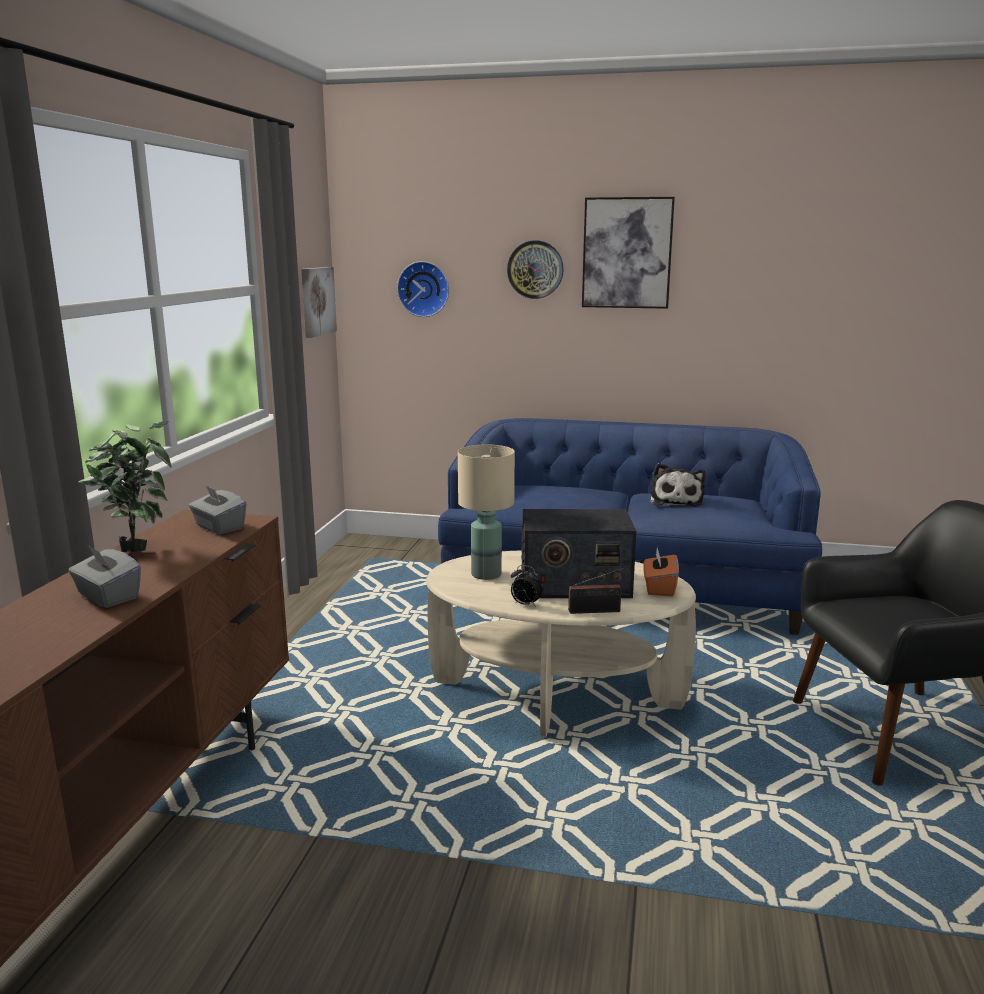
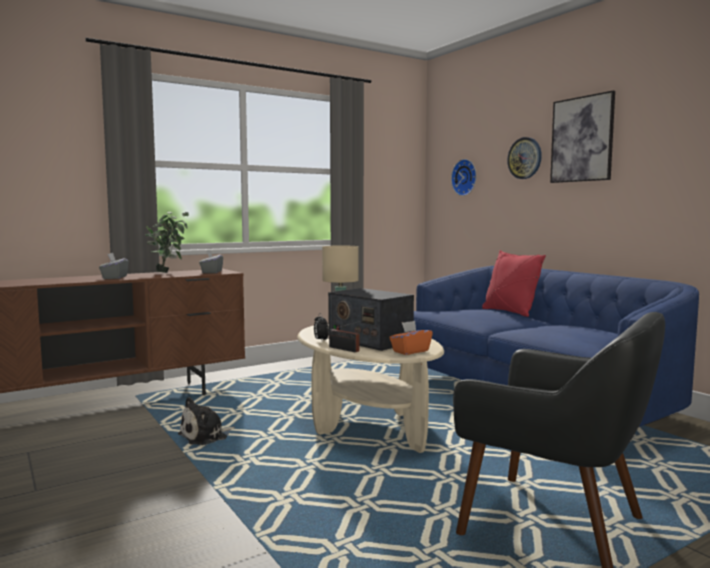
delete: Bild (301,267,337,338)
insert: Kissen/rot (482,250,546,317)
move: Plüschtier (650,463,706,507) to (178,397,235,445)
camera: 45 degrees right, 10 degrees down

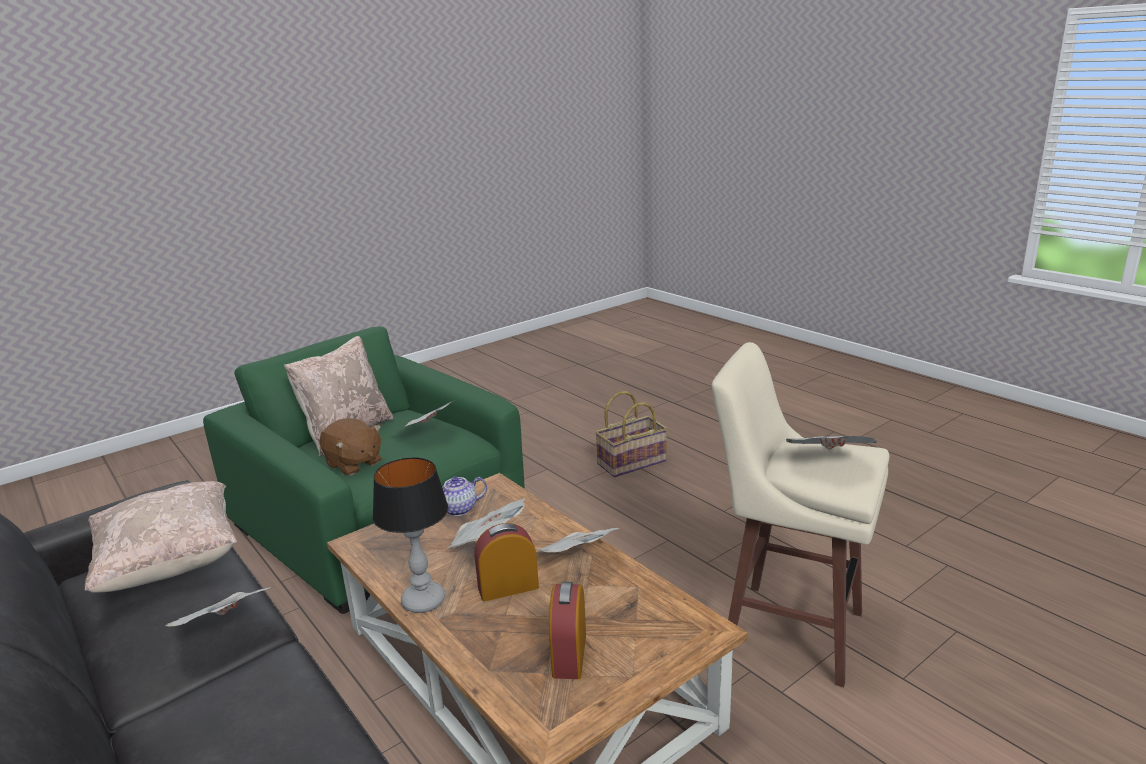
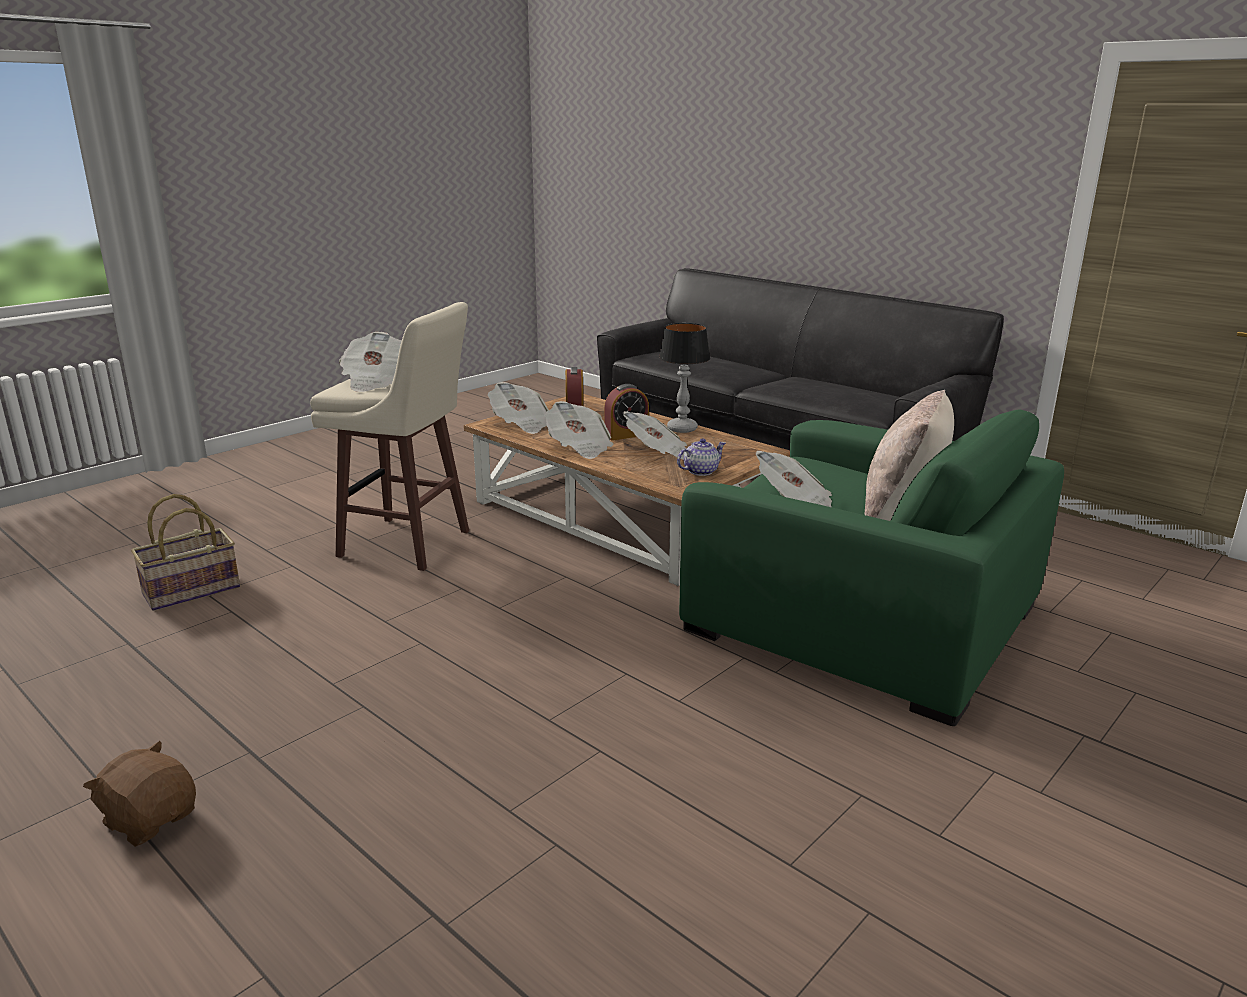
delete: Kissen/beige (85,481,237,593)
move: Zeitung (165,587,271,627) to (488,382,549,434); Plüschtier/braun (320,418,381,476) to (83,741,196,847); Korb (595,391,668,477) to (131,494,240,611)
camera: 170 degrees right, 0 degrees up

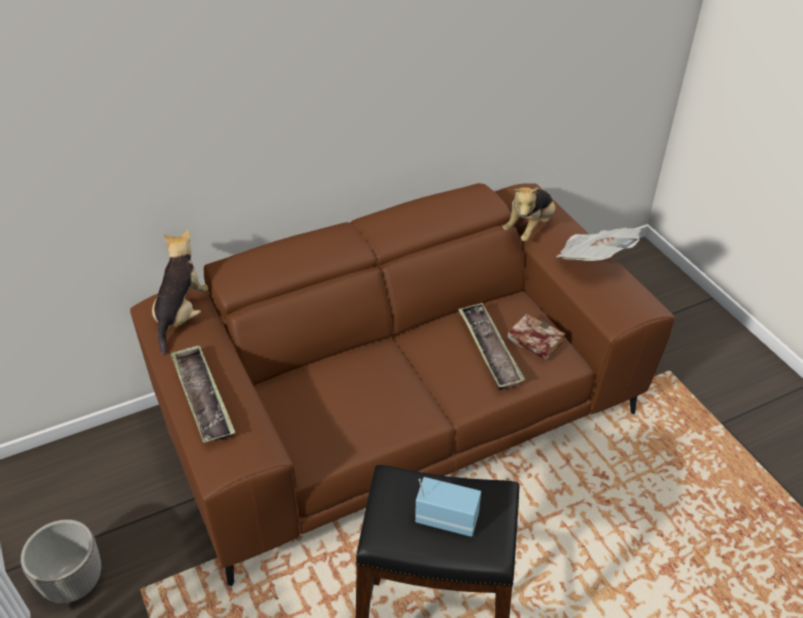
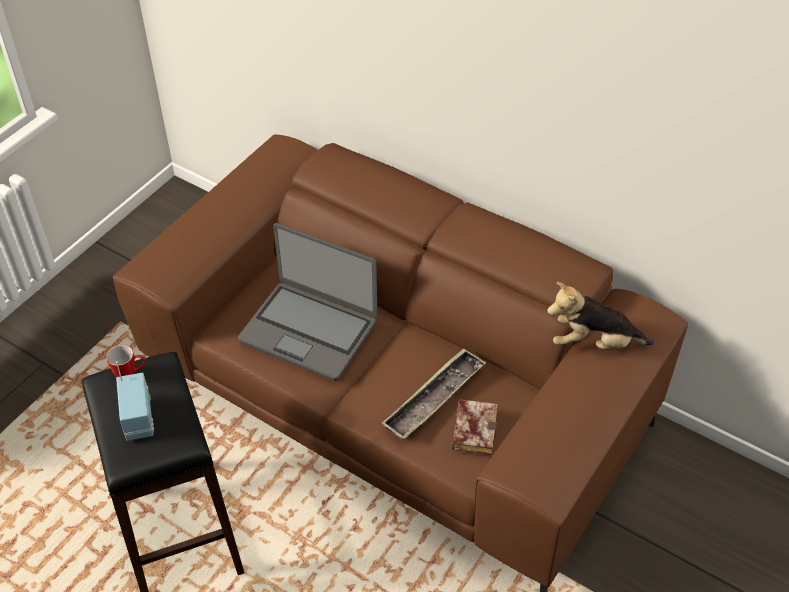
delete: Pflanzkübel (20,519,101,603); Plüschtier (152,229,208,355); Tablett (170,345,235,442); Zeitung (556,228,642,261)
insert: Henkelbecher (106,345,146,377); Laptop (238,223,377,381)
camera: 60 degrees right, 5 degrees up

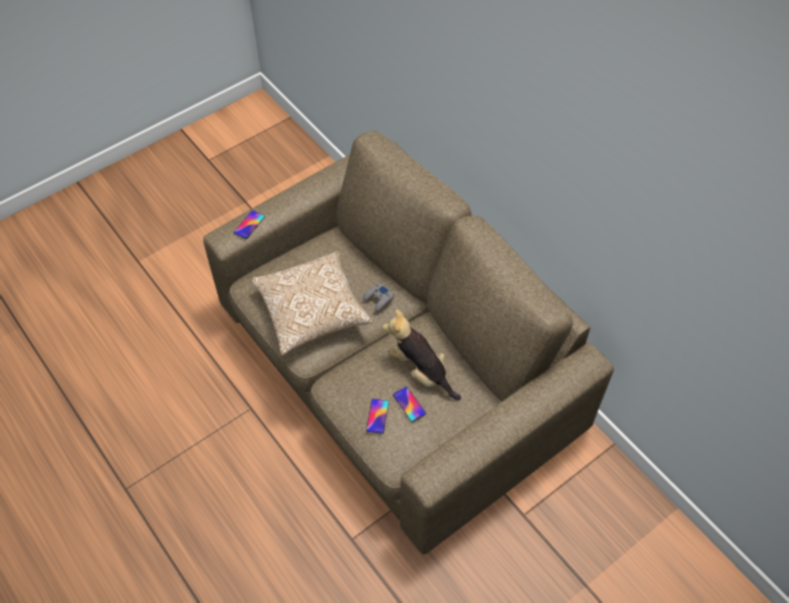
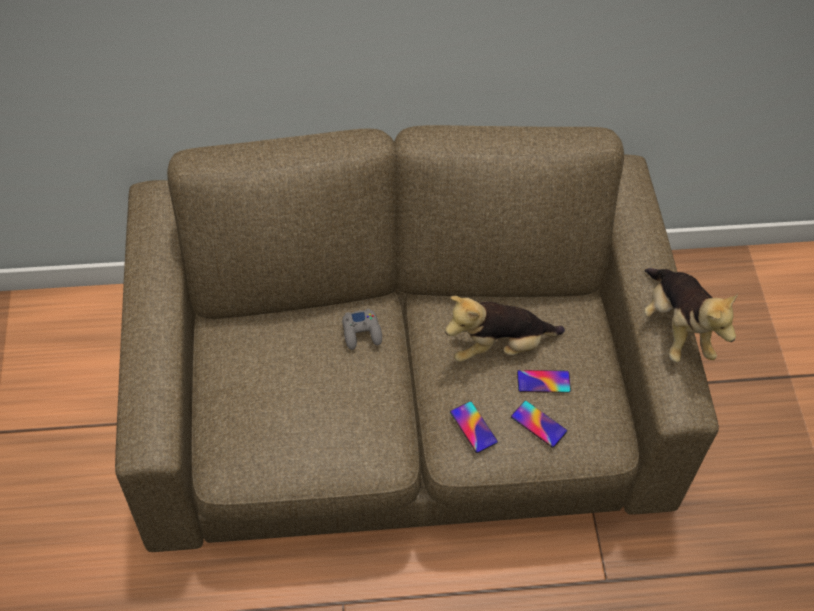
delete: Kissen (252,251,373,355)
insert: Plüschtier (644,268,738,362)
move: Handy (234,210,265,239) to (450,401,498,453)
camera: 60 degrees left, 0 degrees up

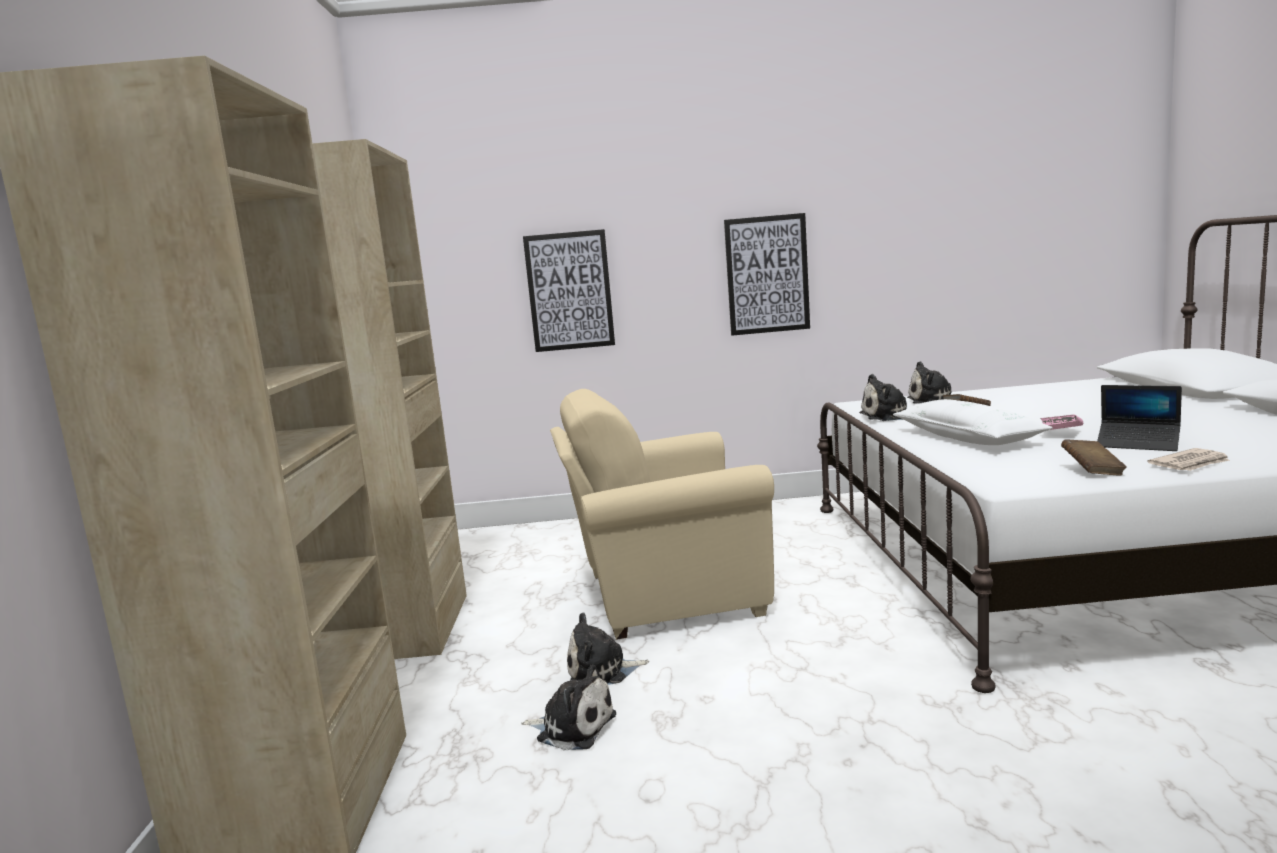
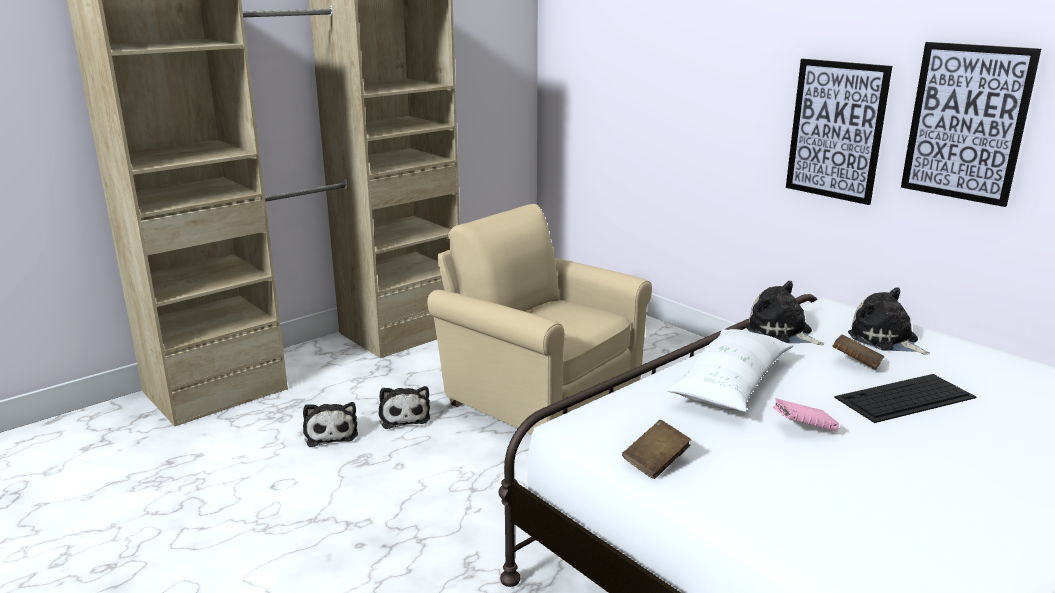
delete: Laptop (1097,385,1182,451); Zeitung (1147,448,1230,471)
insert: Tastatur (834,374,976,423)
move: Bild (523,229,615,352) to (901,42,1041,207)
rotate: Plüschtier (567,612,649,685) = (379,386,430,429) 150 degrees counterclockwise
camera: 50 degrees right, 10 degrees up

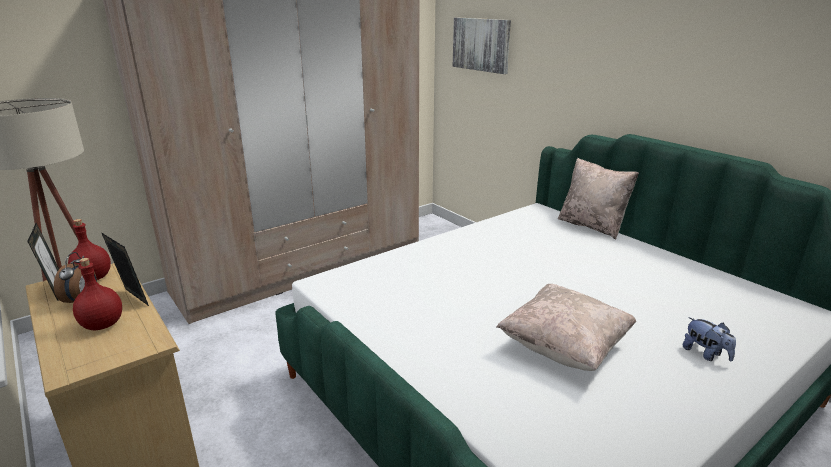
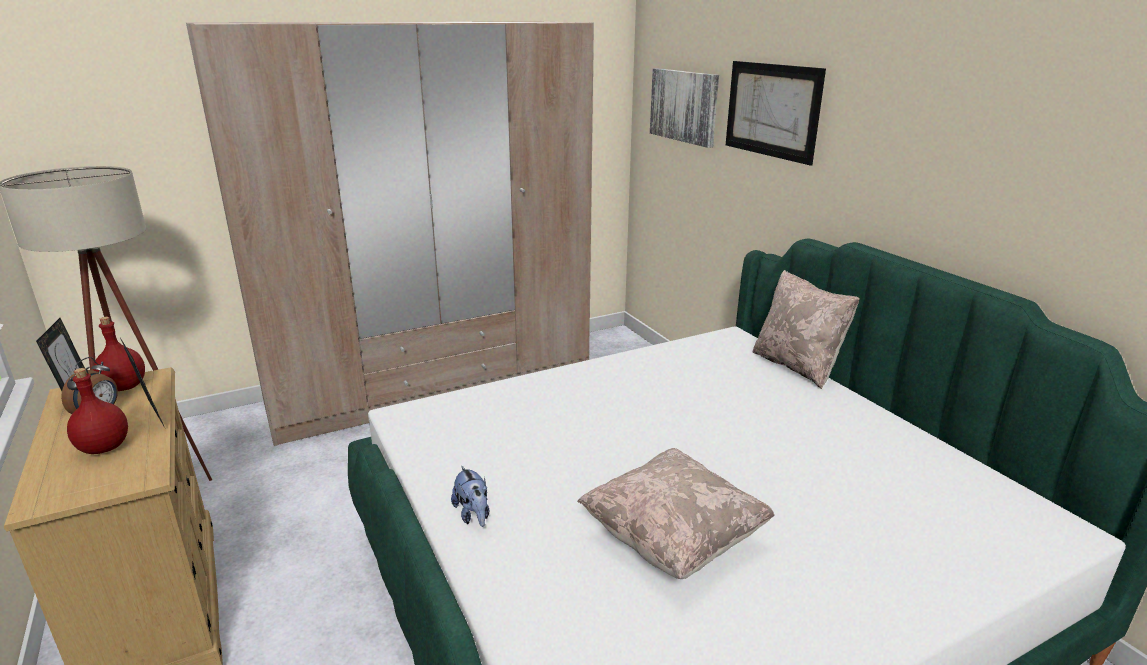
insert: Bild (726,61,826,166)
move: Plüschtier (682,317,736,361) to (451,466,489,527)
camera: 10 degrees right, 0 degrees up

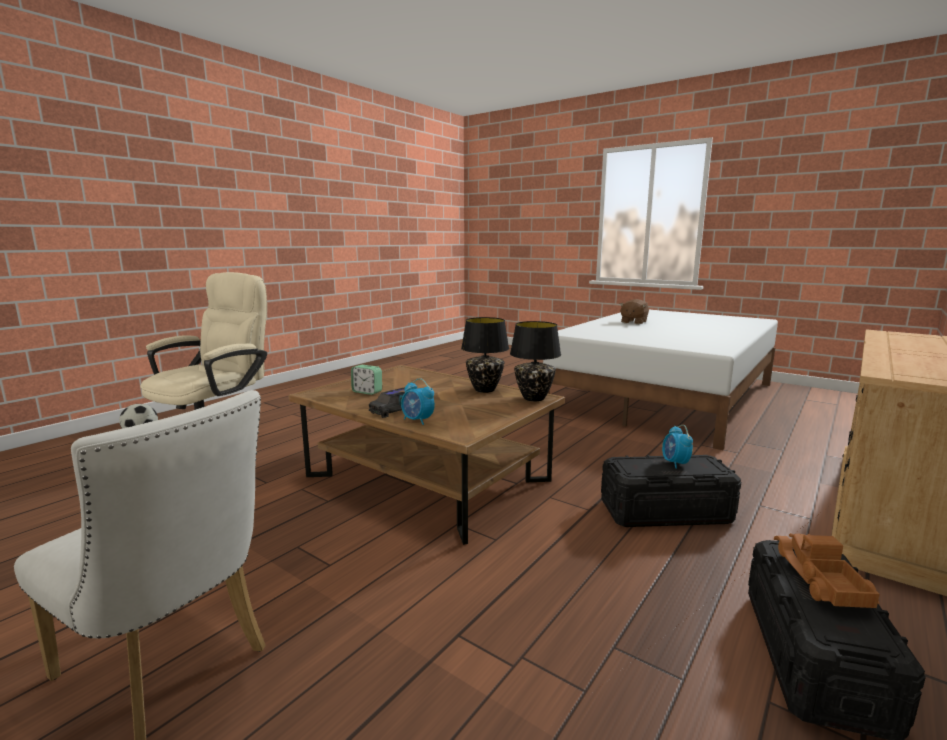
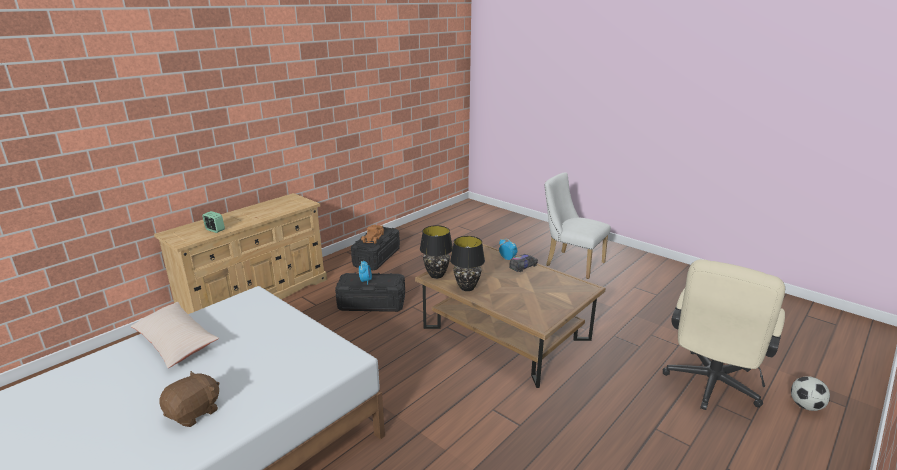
insert: Kissen/beige (131,302,219,368)
move: Wecker (351,365,382,395) to (202,211,225,233)
camera: 175 degrees left, 10 degrees up

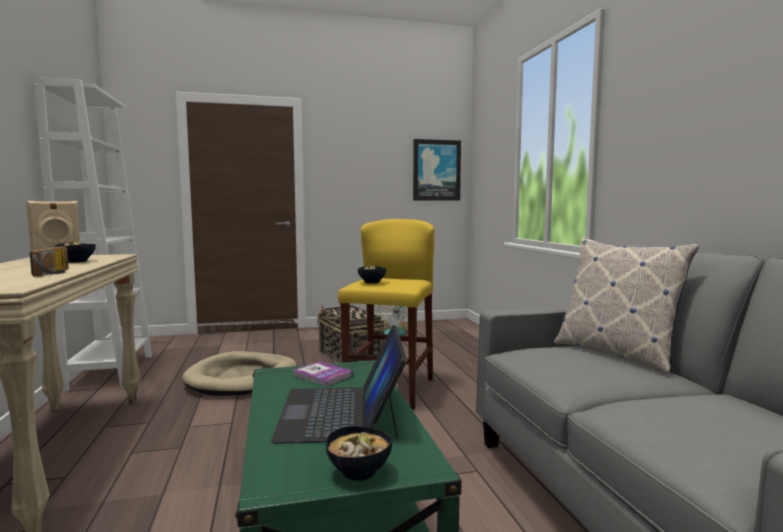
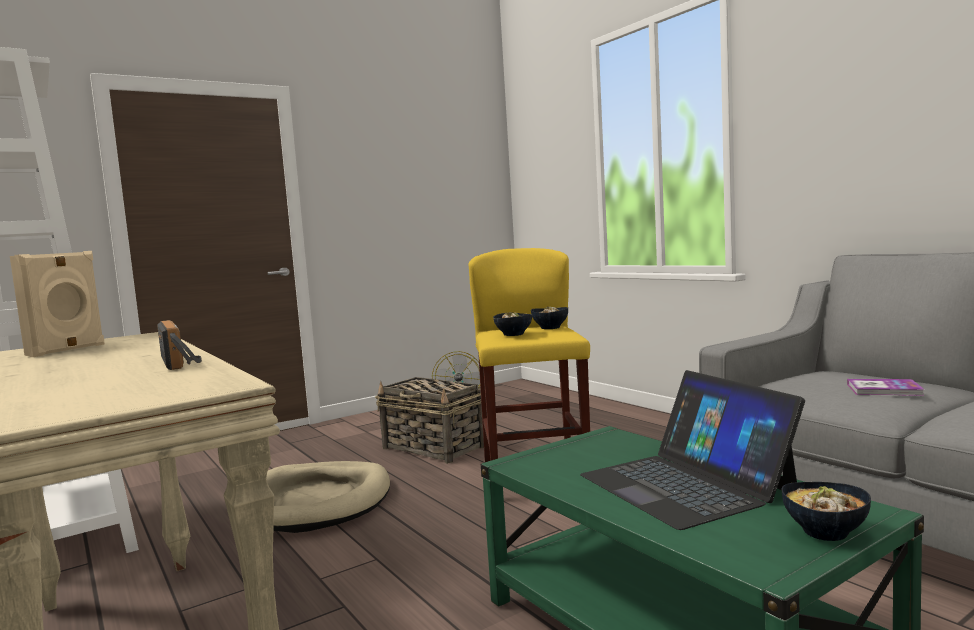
delete: Bild (413,139,461,201); Kissen (554,238,699,374)
move: Schüssel (54,242,96,263) to (531,306,568,329); Buch (293,361,353,386) to (847,379,925,396)
camera: 20 degrees left, 0 degrees up

